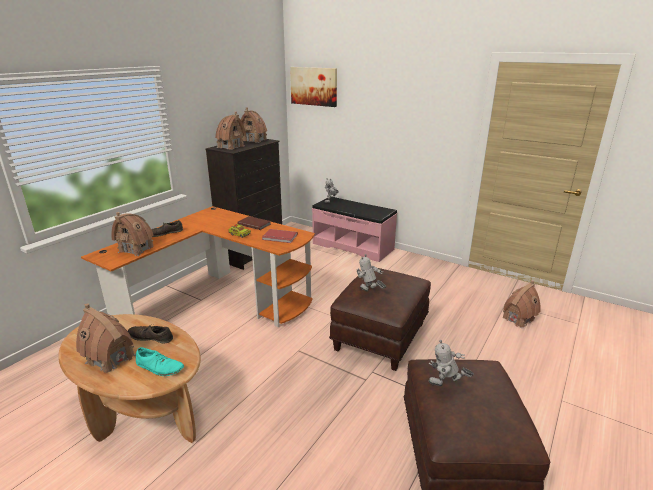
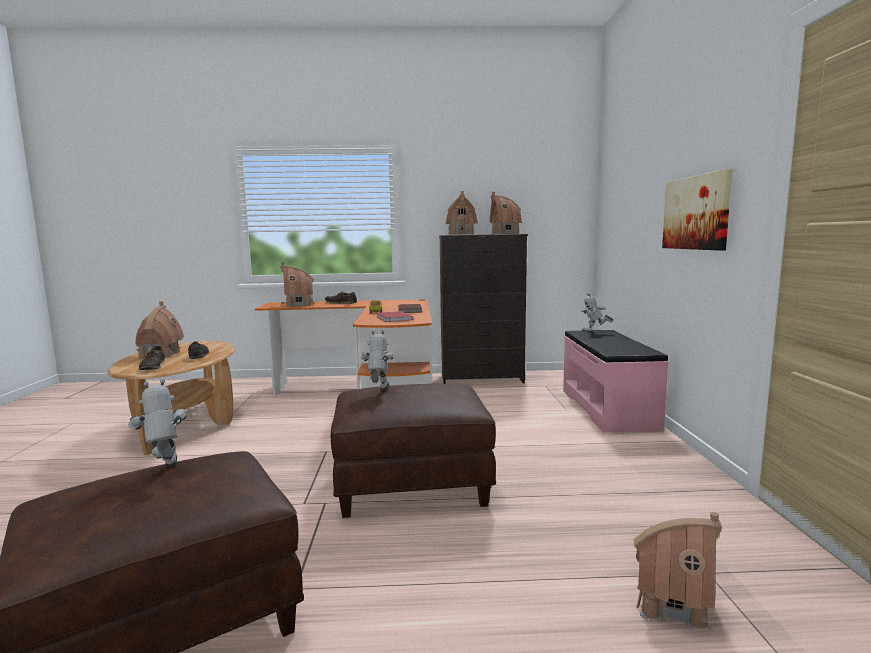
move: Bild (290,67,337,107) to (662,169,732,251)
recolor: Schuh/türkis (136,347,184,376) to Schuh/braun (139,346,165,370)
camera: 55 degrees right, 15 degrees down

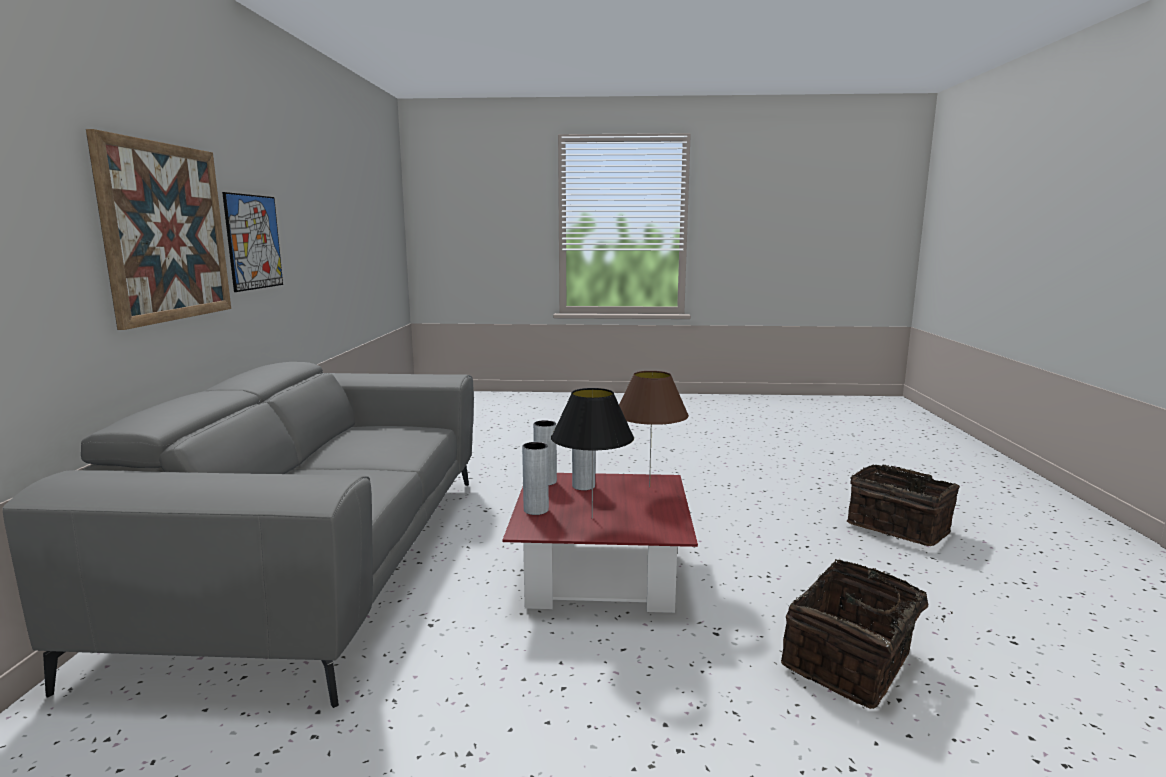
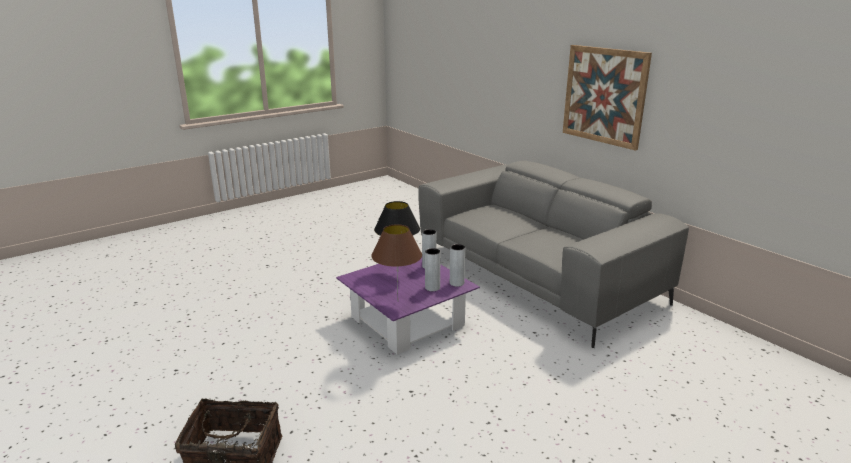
delete: Bild (222,192,283,292); Korb (781,559,953,709)
recolor: Couchtisch/rot (503,473,698,613) to Couchtisch/lila (336,258,480,355)
camera: 140 degrees right, 10 degrees up

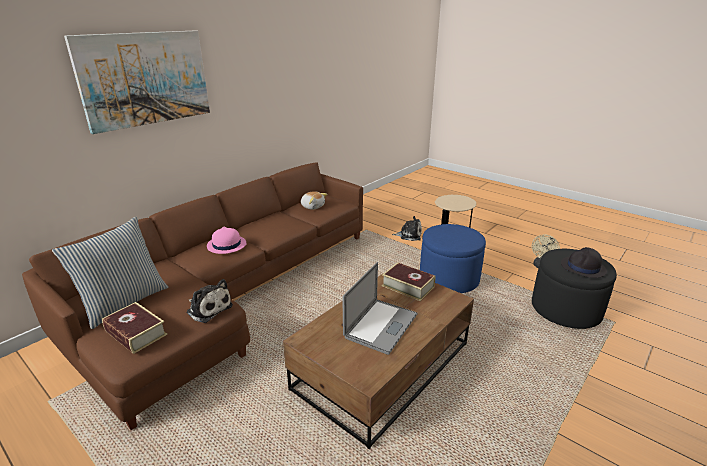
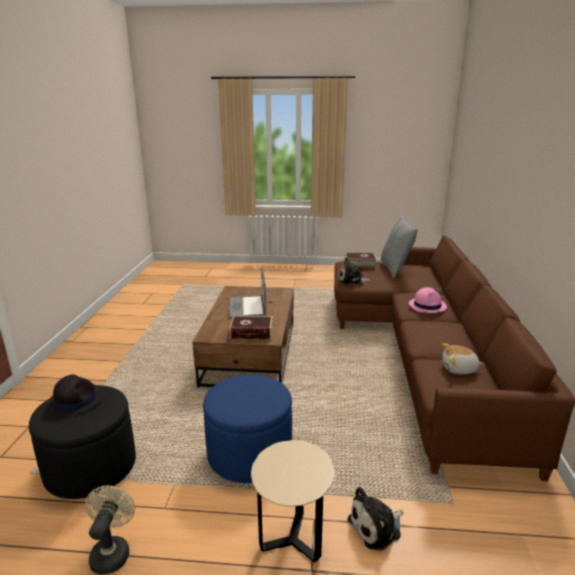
delete: Bild (64,30,210,134)
camera: 145 degrees right, 5 degrees down

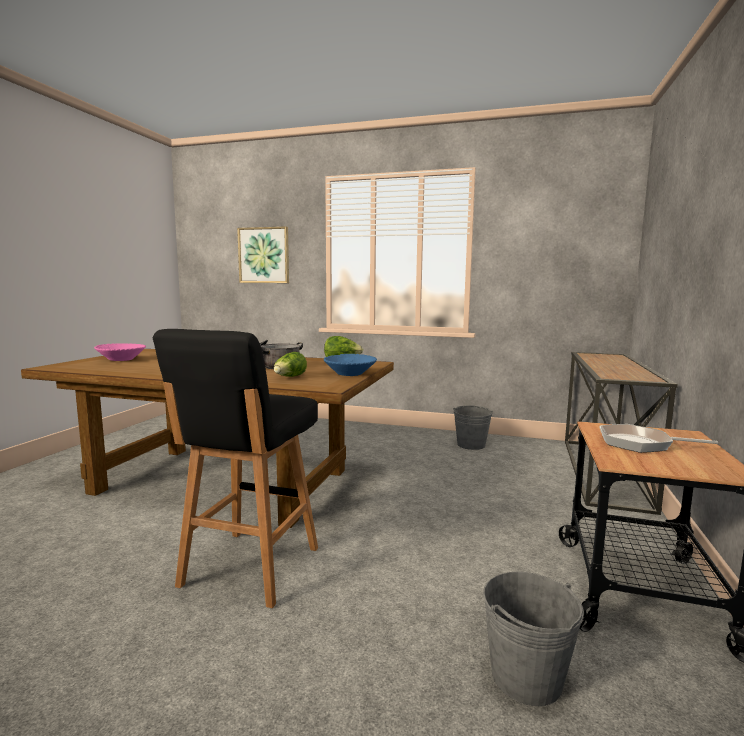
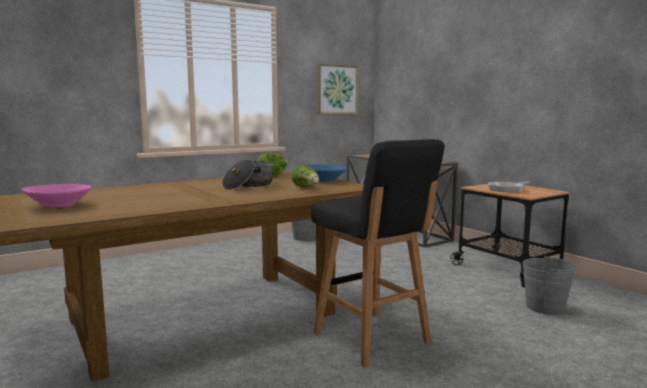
move: Bild (237,226,289,283) to (317,64,358,114)
camera: 50 degrees left, 0 degrees up

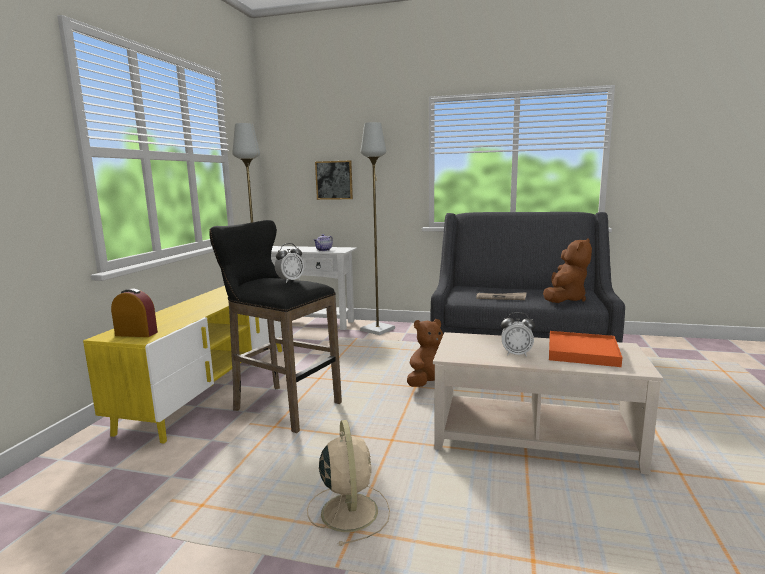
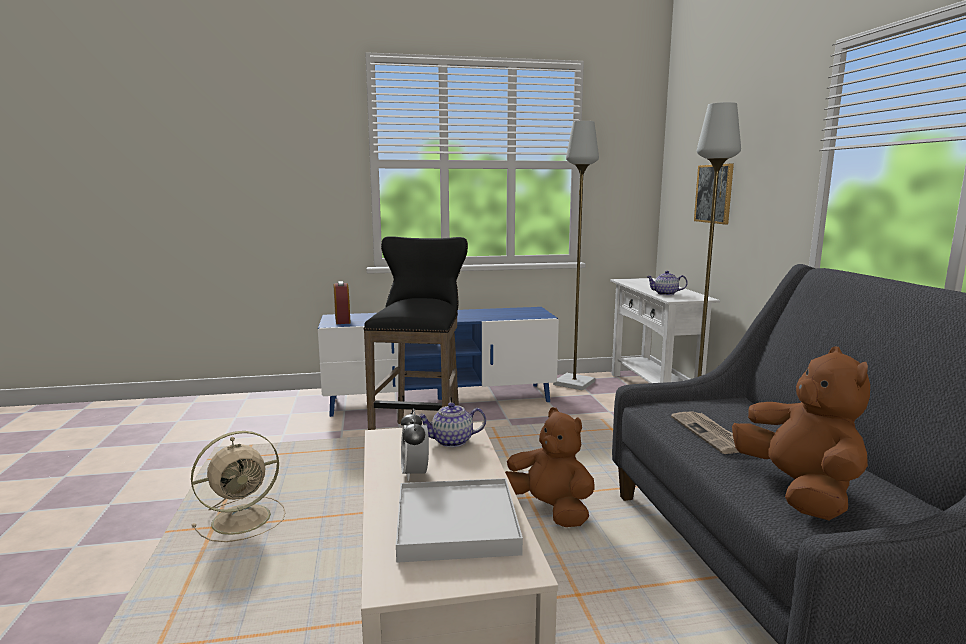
delete: Wecker (275,243,304,283)
insert: Teekanne (418,402,486,447)
recolor: Fernsehschrank/gelb (83,286,282,444) to Fernsehschrank/blau (318,307,559,417); Tablett/orange (549,331,622,367) to Tablett/weiß (396,478,523,563)
rotate: Plüschtier/braun (543,238,592,303) = (732,346,870,520) 105 degrees counterclockwise
camera: 65 degrees right, 0 degrees up

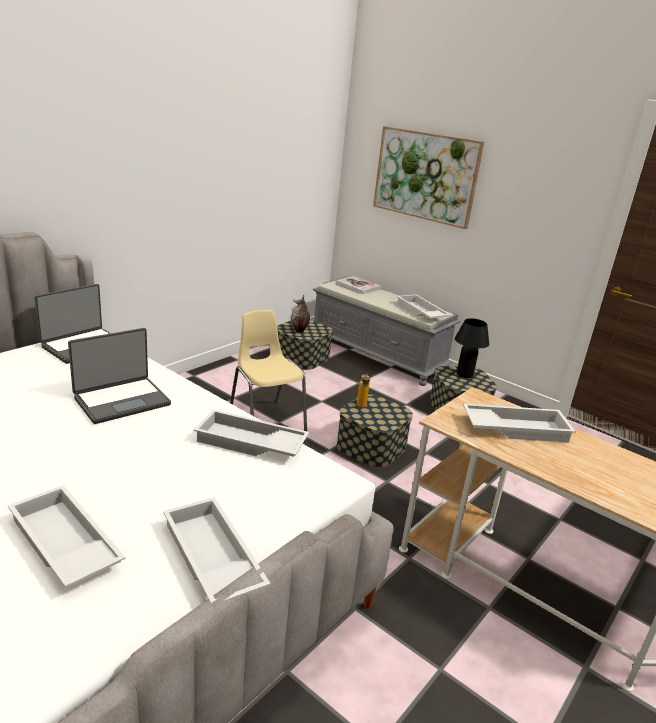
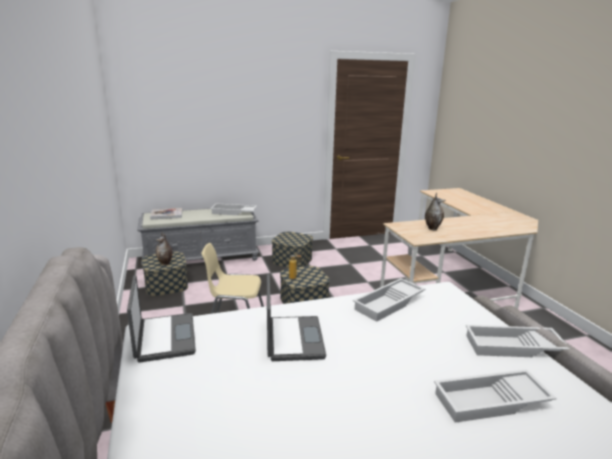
delete: Bild (373,126,484,229); Tischlampe/schwarz (455,318,489,378)
replace: Tablett/weiß (463,404,576,442) to Vase (425,193,445,230)
camera: 55 degrees left, 5 degrees down

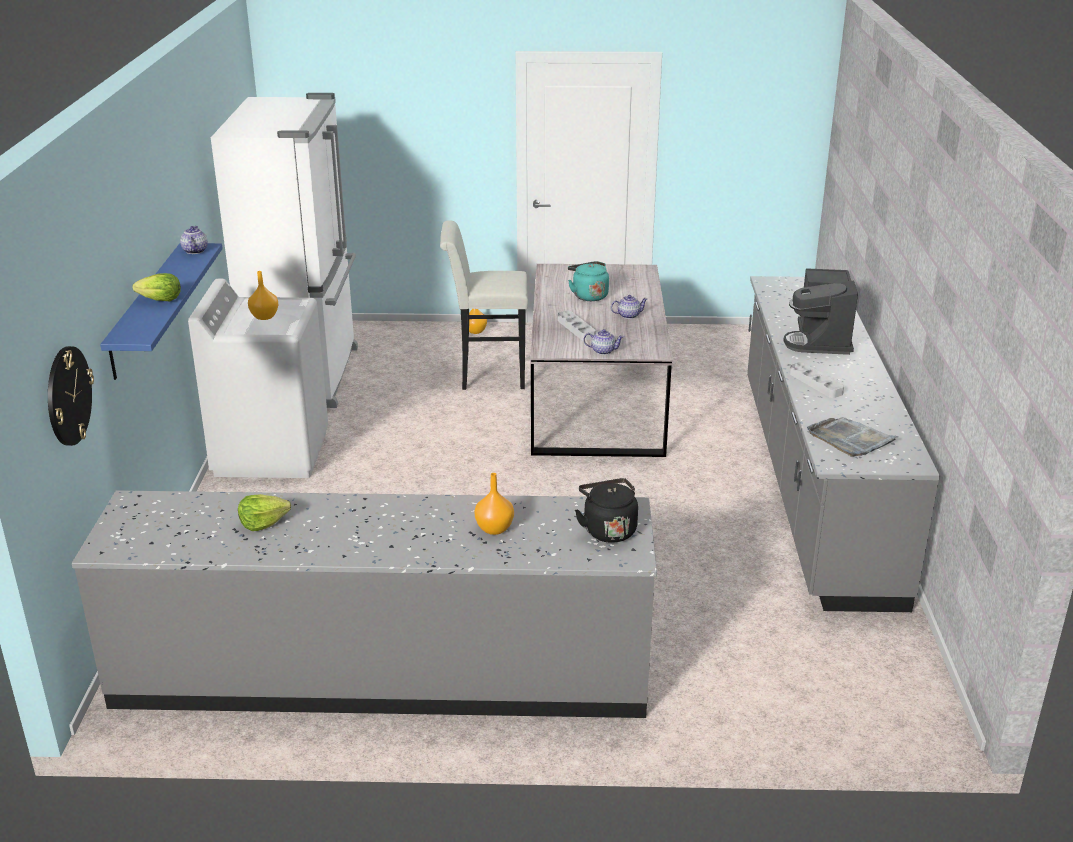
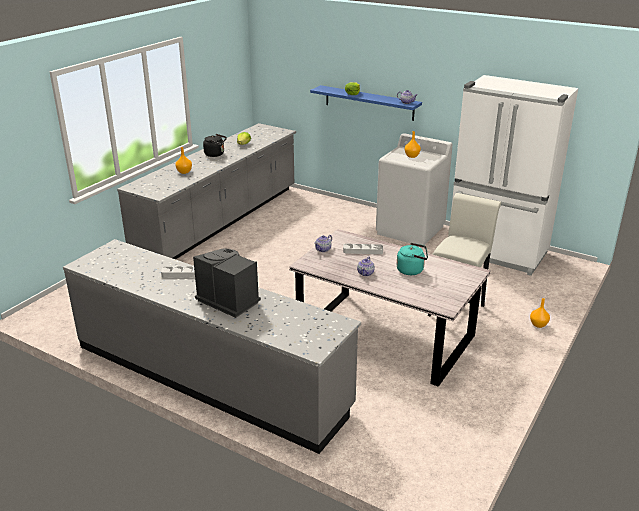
delete: Wanduhr (48,346,94,446); Tablett/grau (807,417,899,457)
move: Wasserkessel/schwarz (575,478,638,543) to (203,134,227,157)
camera: 120 degrees right, 0 degrees up

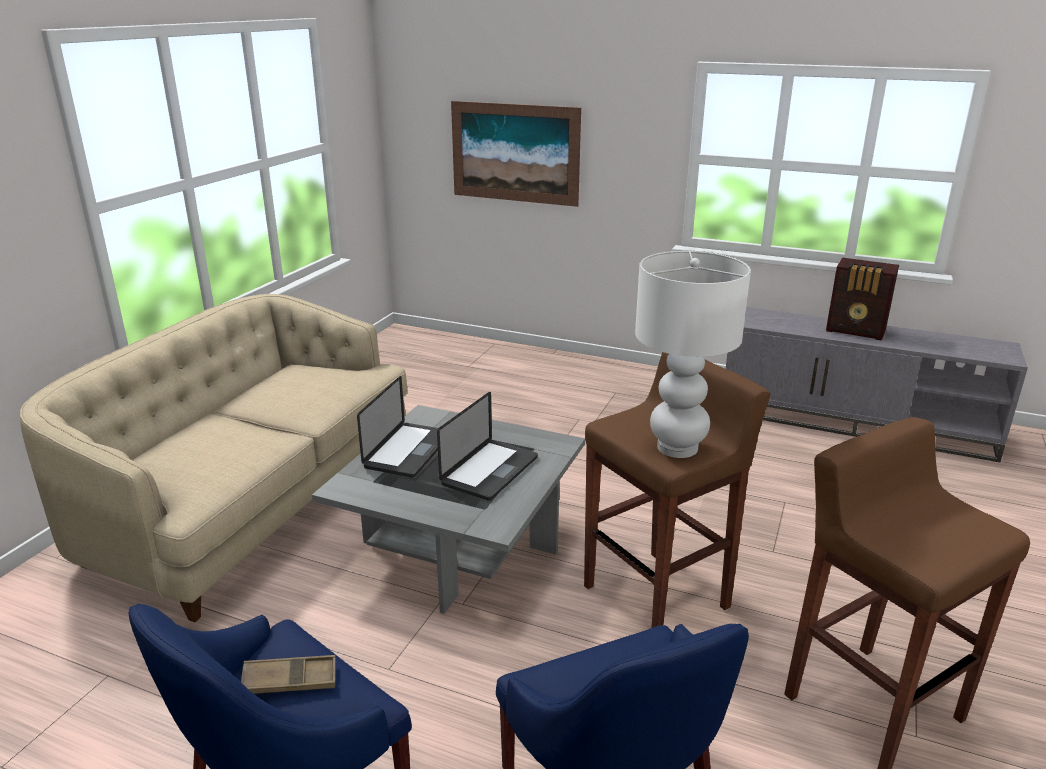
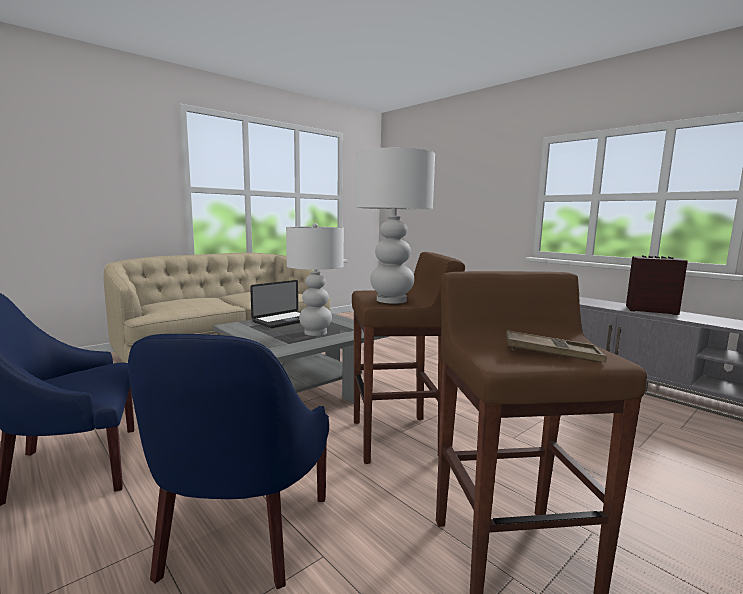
delete: Bild (451,101,581,207)
move: Tablett/braun (241,655,336,694) to (506,330,607,362)
replace: Laptop (437,392,538,501) to Tischlampe/weiß (286,223,344,336)
rotate: Radio (826,258,899,340) = (626,255,688,315) 150 degrees clockwise
camera: 25 degrees right, 15 degrees down

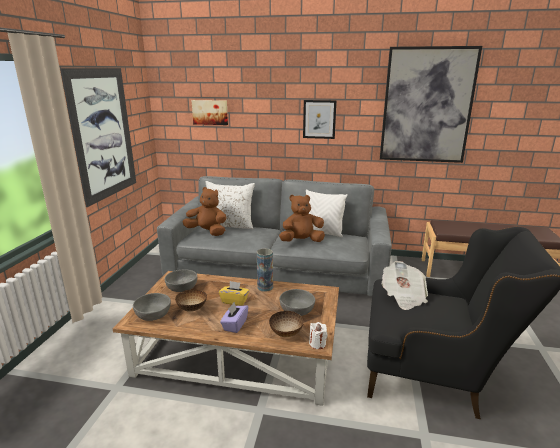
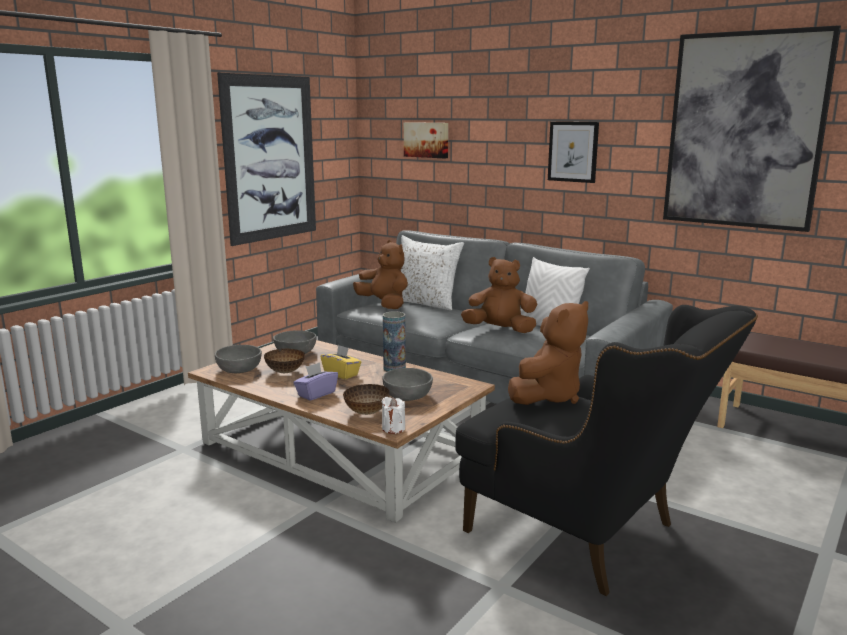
replace: Zeitung (382,261,428,310) to Plüschtier/braun (508,301,588,405)
camera: 25 degrees right, 5 degrees down

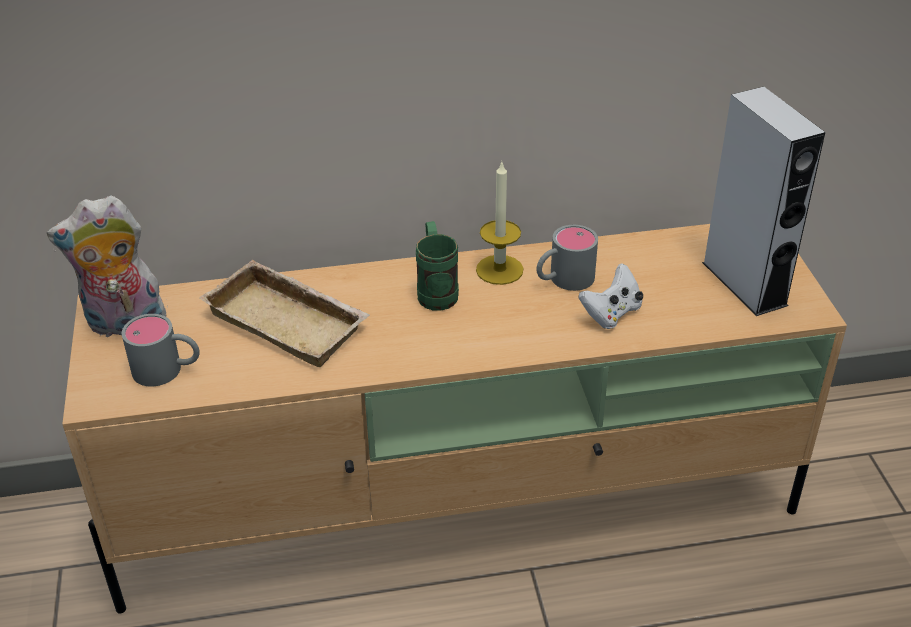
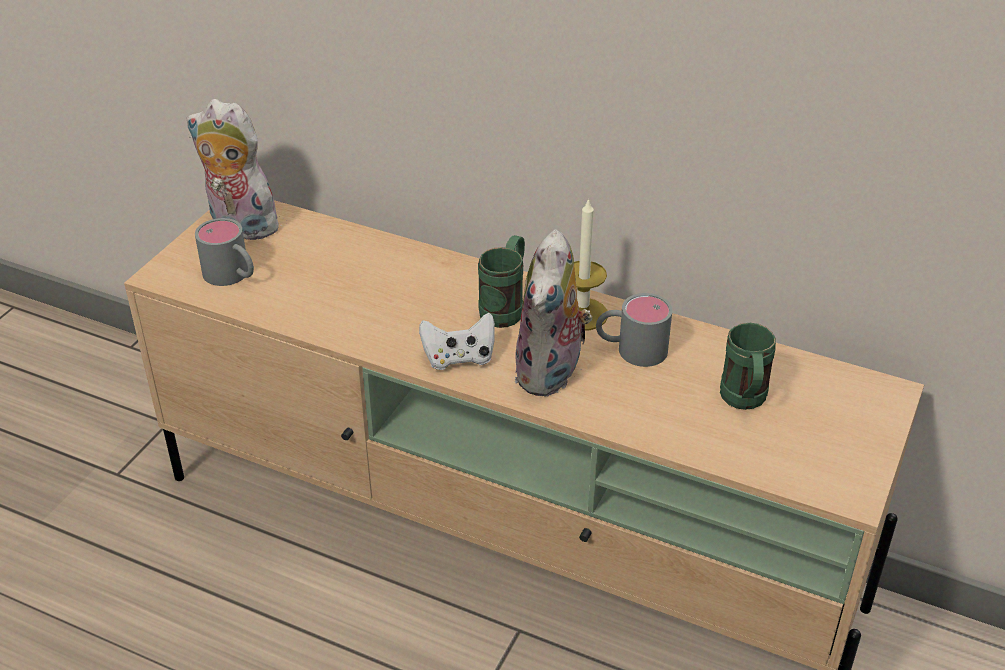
delete: Tablett/beige (199,260,370,367); Lautsprecher/grau (702,86,825,316)
insert: Plüschtier (515,229,594,397); Henkelbecher/grün (720,323,776,410)
move: Gamepad/weiß (579,263,643,329) to (419,313,495,370)
camera: 35 degrees right, 0 degrees up

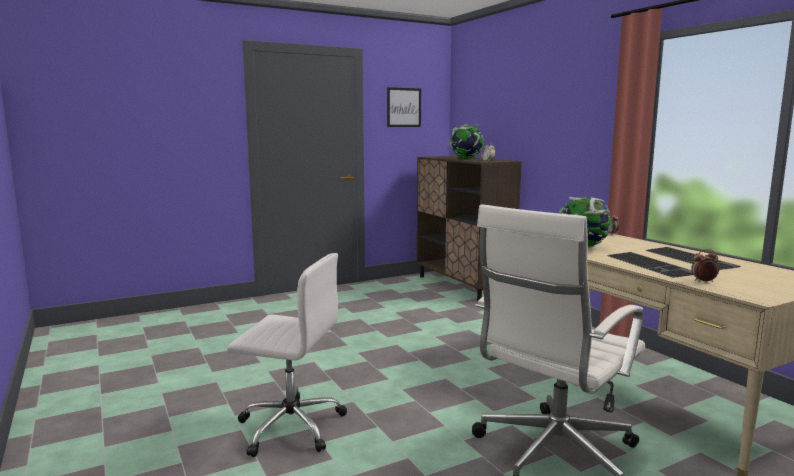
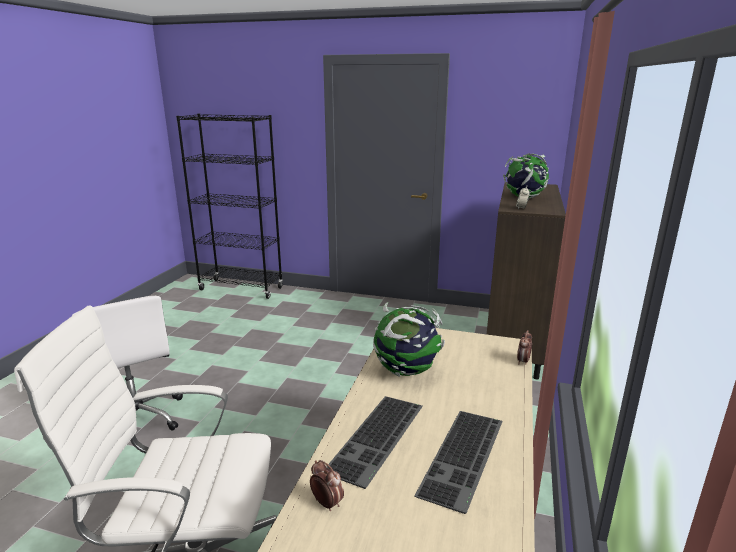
delete: Bild (387,87,421,127)
insert: Bücherregal/schwarz (176,114,283,299)
camera: 45 degrees right, 10 degrees up

